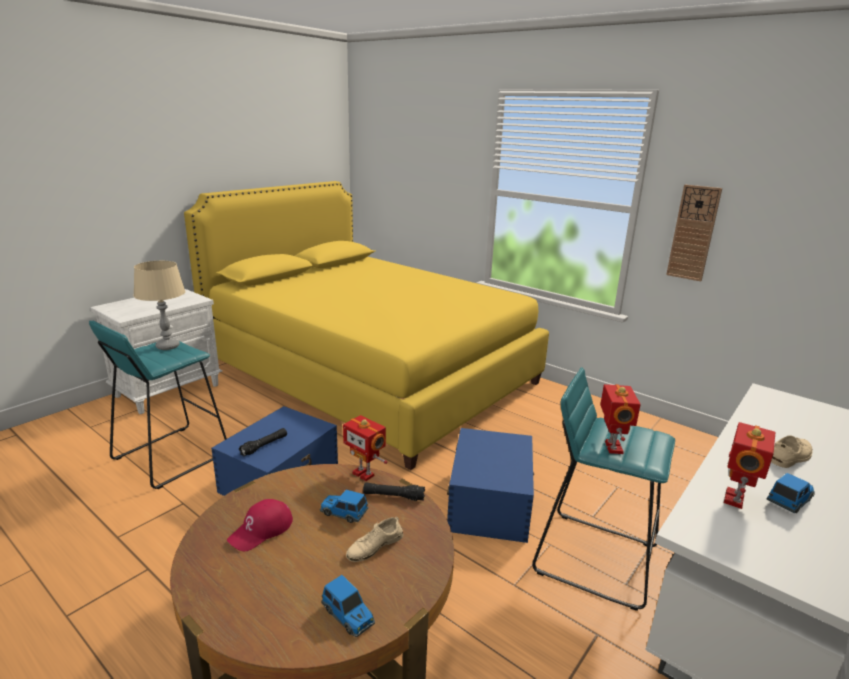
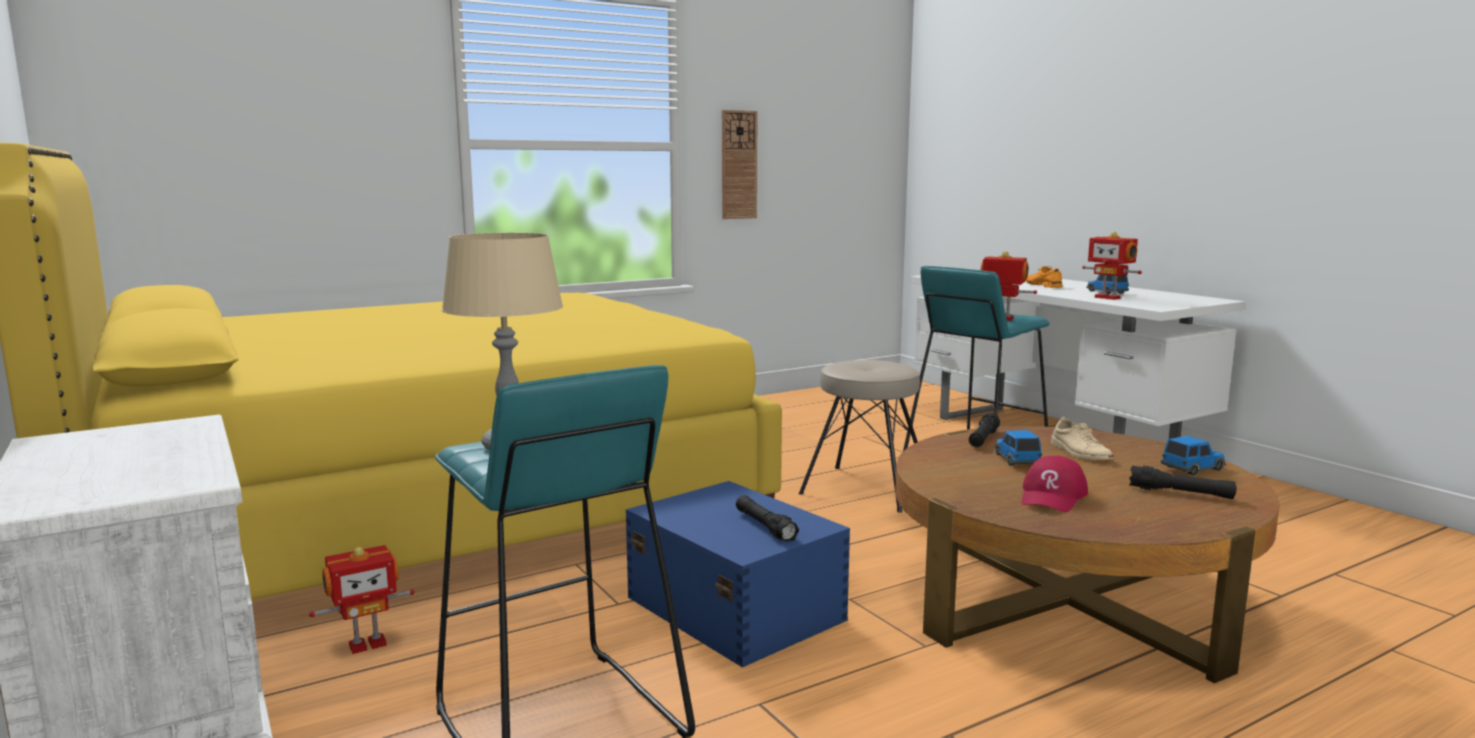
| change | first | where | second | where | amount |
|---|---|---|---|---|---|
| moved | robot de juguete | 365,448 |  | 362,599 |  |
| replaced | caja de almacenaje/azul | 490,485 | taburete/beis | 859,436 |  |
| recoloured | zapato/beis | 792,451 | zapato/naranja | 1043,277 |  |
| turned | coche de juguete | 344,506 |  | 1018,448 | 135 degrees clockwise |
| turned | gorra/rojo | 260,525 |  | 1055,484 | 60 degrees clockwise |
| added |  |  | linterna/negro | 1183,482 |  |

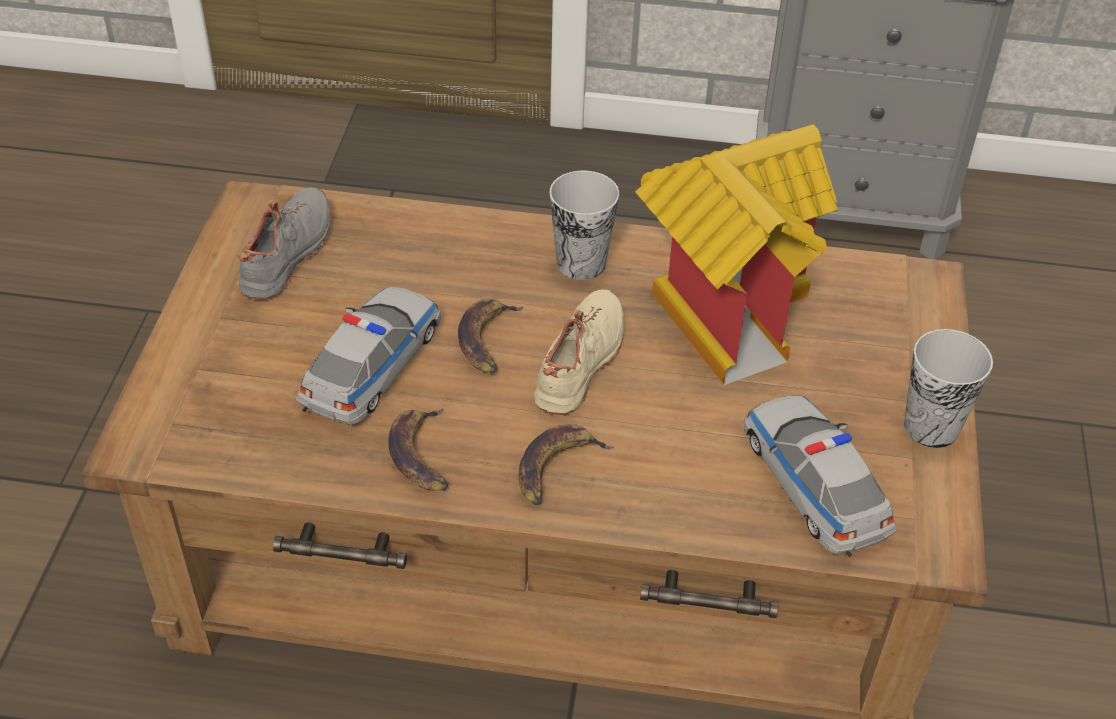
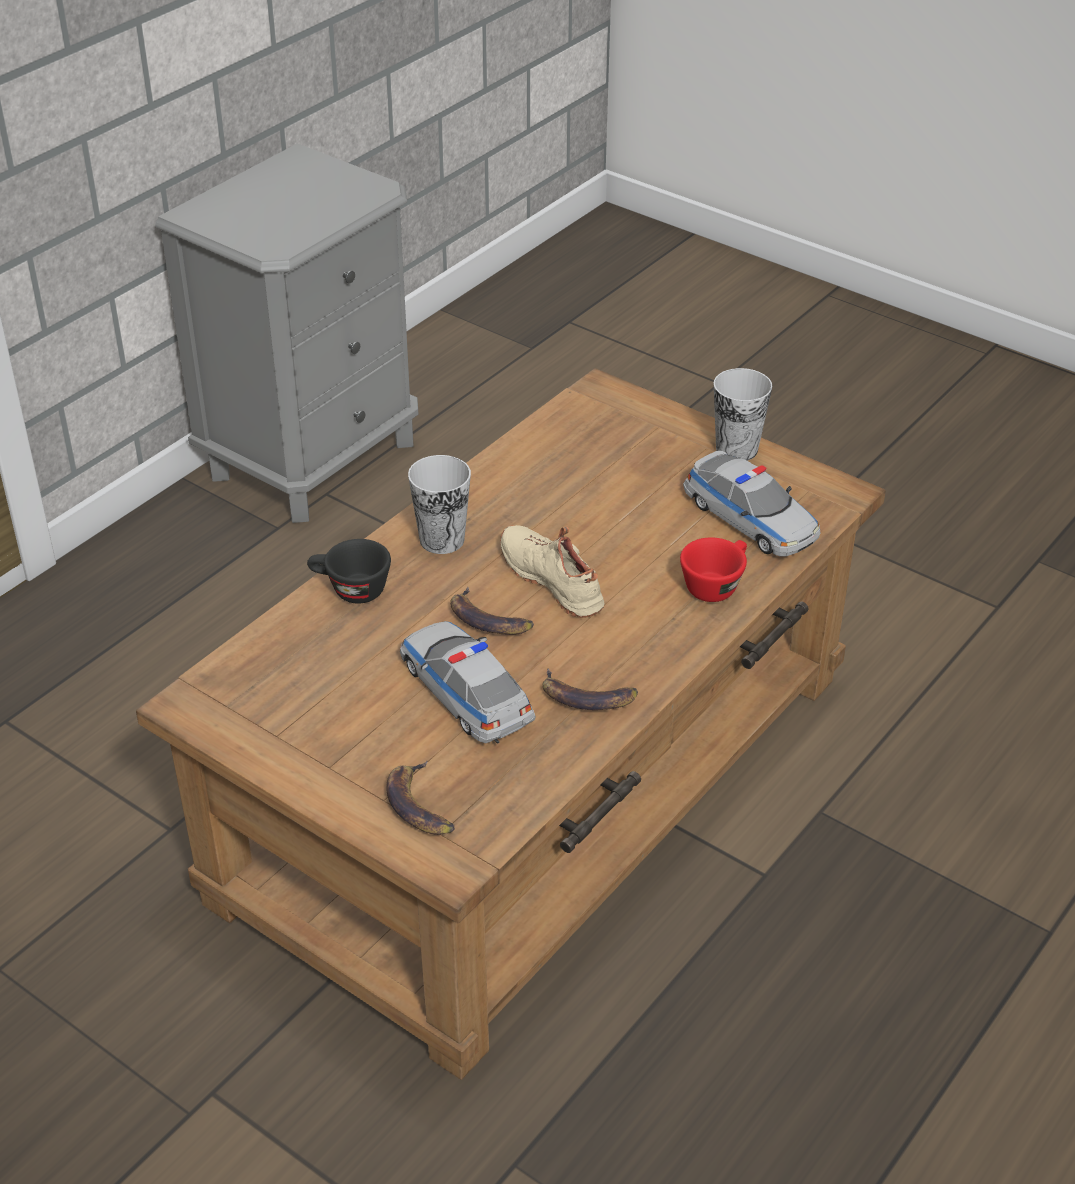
| change | first | where | second | where | amount |
|---|---|---|---|---|---|
| removed | casita | 736,254 |  |  |  |
| removed | zapato/gris | 284,243 |  |  |  |
| turned | coche de juguete | 820,476 |  | 752,504 | 135 degrees counterclockwise |
| moved | plátano | 566,464 |  | 420,798 |  |
| added |  |  | taza/rojo | 713,570 |  |
| added |  |  | taza/negro | 349,571 |  |

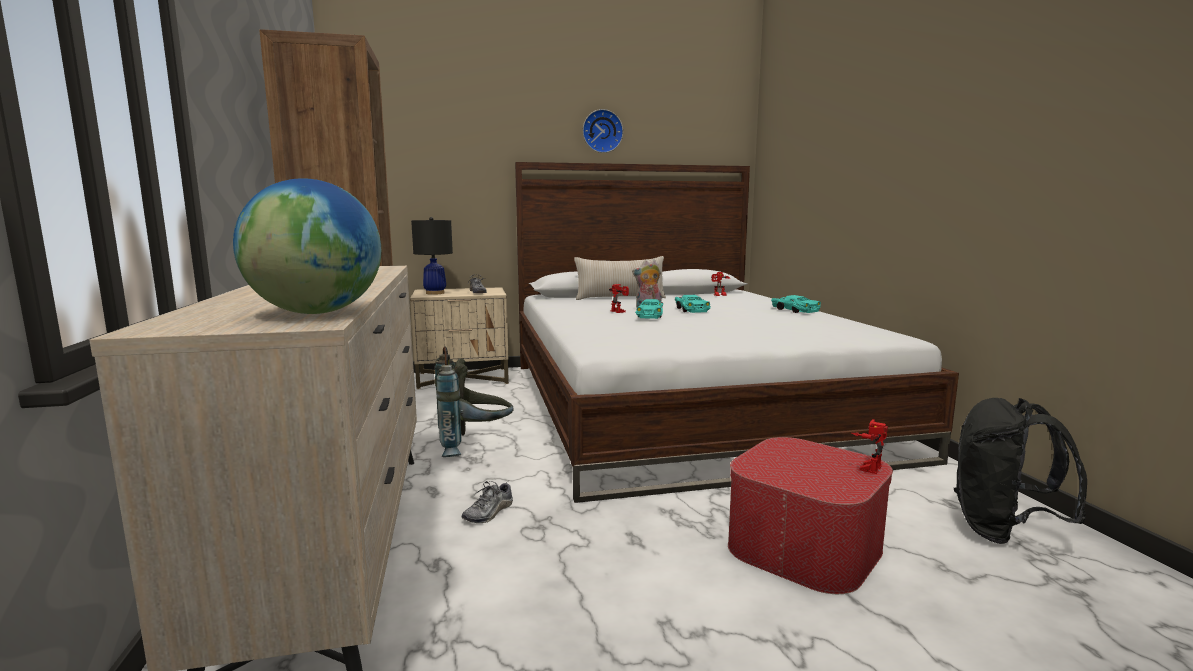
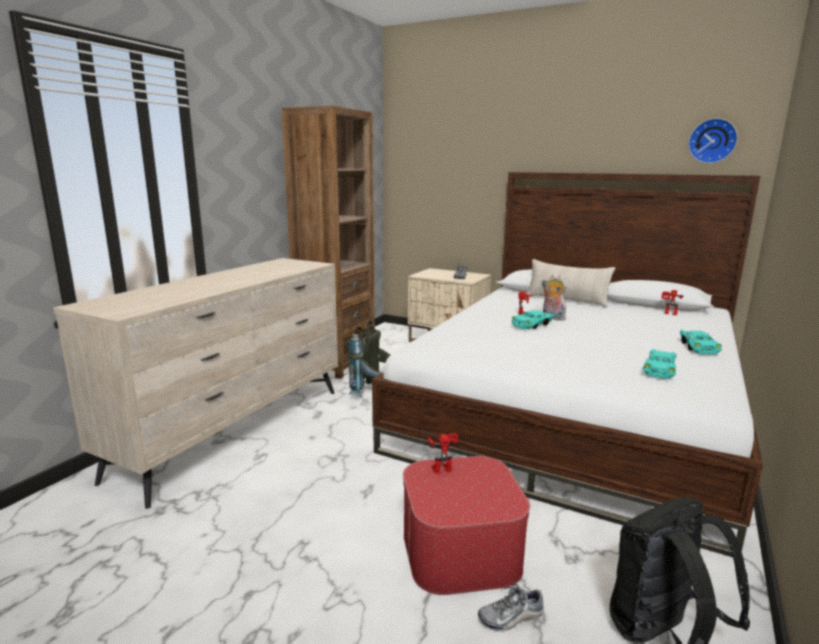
| change | first | where | second | where | amount |
|---|---|---|---|---|---|
| moved | reloj de pared | 603,131 |  | 713,141 |  |
| removed | globo terráqueo | 307,246 |  |  |  |
| removed | lámpara de mesa/negro | 432,256 |  |  |  |
| moved | coche de juguete/turquesa | 693,304 |  | 659,364 |  |
| moved | robot de juguete | 870,446 |  | 443,453 |  |
| moved | zapato | 487,502 |  | 511,607 |  |

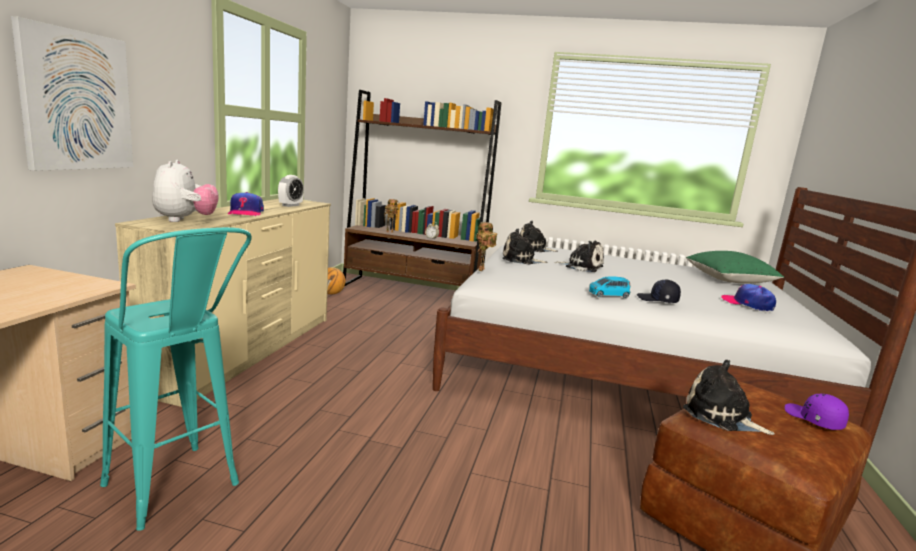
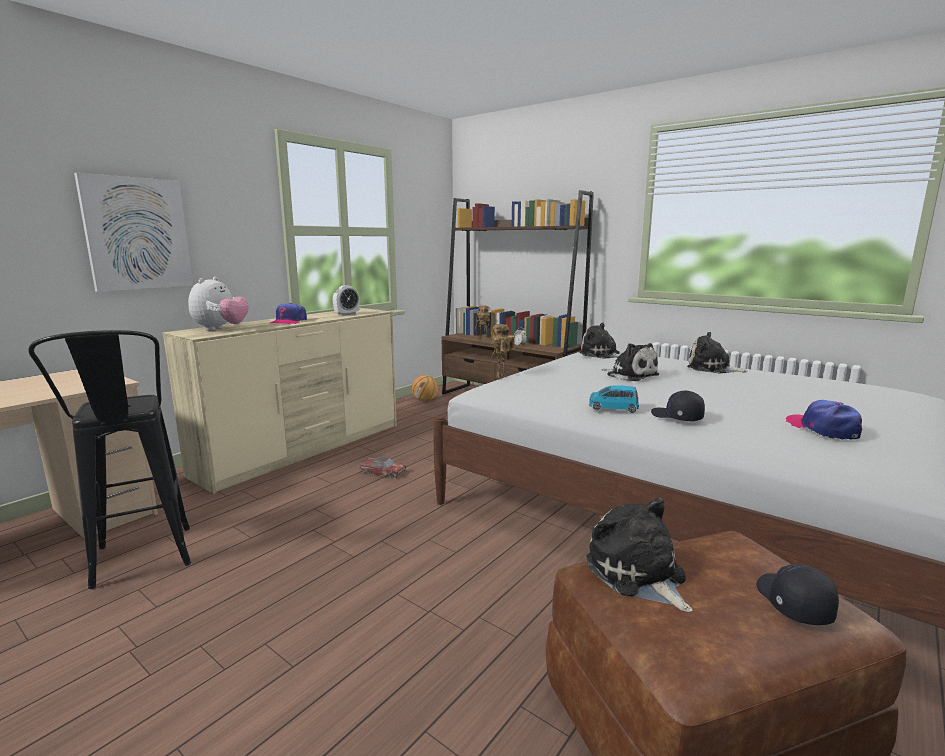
| change | first | where | second | where | amount |
|---|---|---|---|---|---|
| recoloured | taburete/turquesa | 176,379 | taburete/negro | 109,459 |  |
| moved | peluche | 525,246 |  | 717,353 |  |
| removed | cojín/verde | 735,267 |  |  |  |
| recoloured | gorra/morado | 817,412 | gorra/negro | 797,594 |  |
| added |  |  | coche de juguete | 383,467 |  |

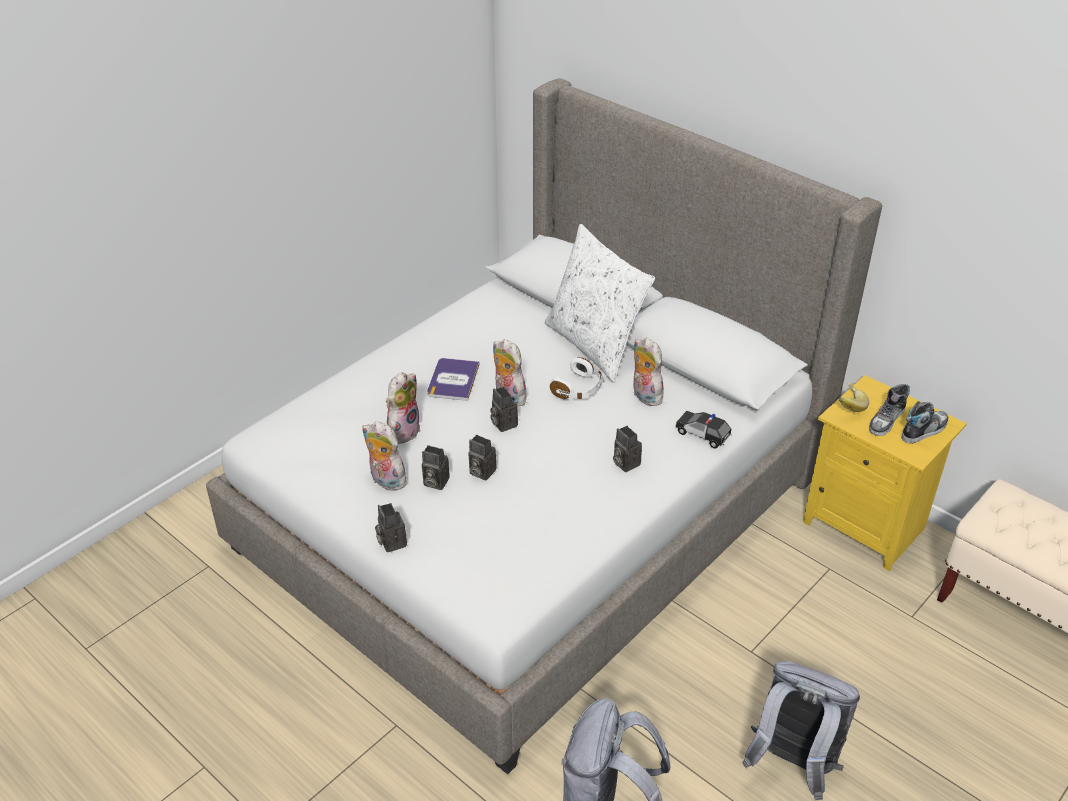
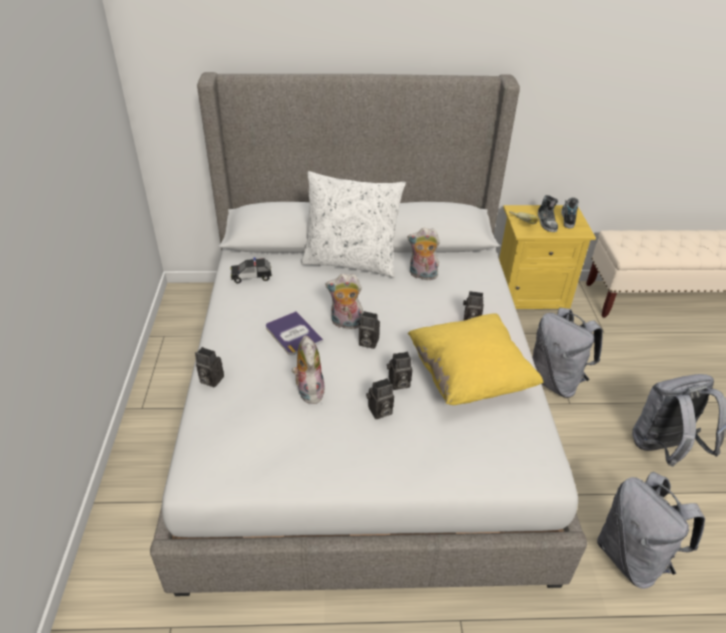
| change | first | where | second | where | amount |
|---|---|---|---|---|---|
| removed | auriculares/blanco | 577,378 |  |  |  |
| moved | coche de juguete | 703,429 |  | 251,270 |  |
| removed | peluche | 384,456 |  |  |  |
| moved | cámara | 391,527 |  | 209,367 |  |
| added |  |  | mochila/gris | 567,353 |  |
| added |  |  | cojín/amarillo | 475,359 |  |

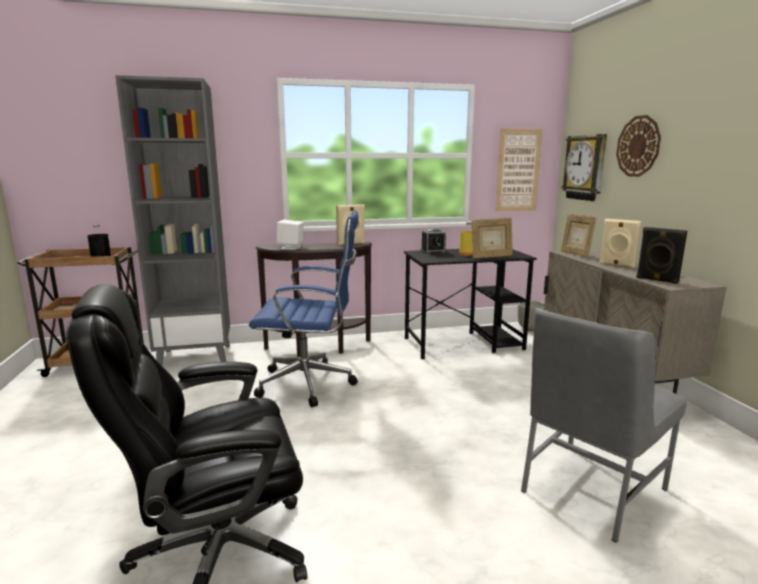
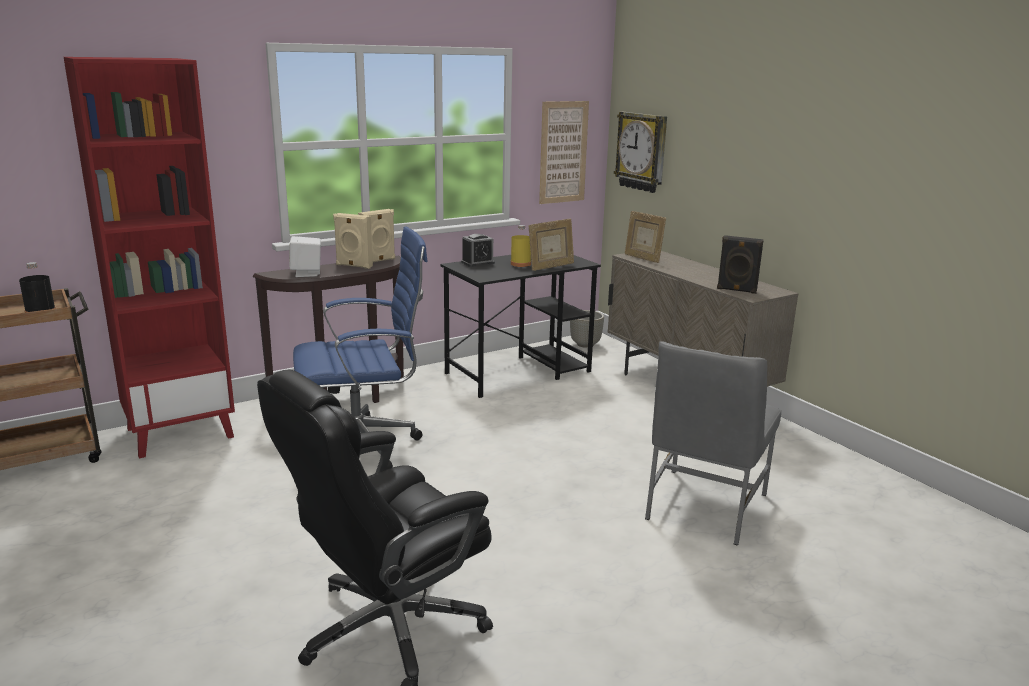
| change | first | where | second | where | amount |
|---|---|---|---|---|---|
| recoloured | estantería/gris | 172,220 | estantería/rojo | 149,258 |  |
| removed | reloj de pared | 638,146 |  |  |  |
| moved | altavoz/beis | 620,243 |  | 353,241 |  |

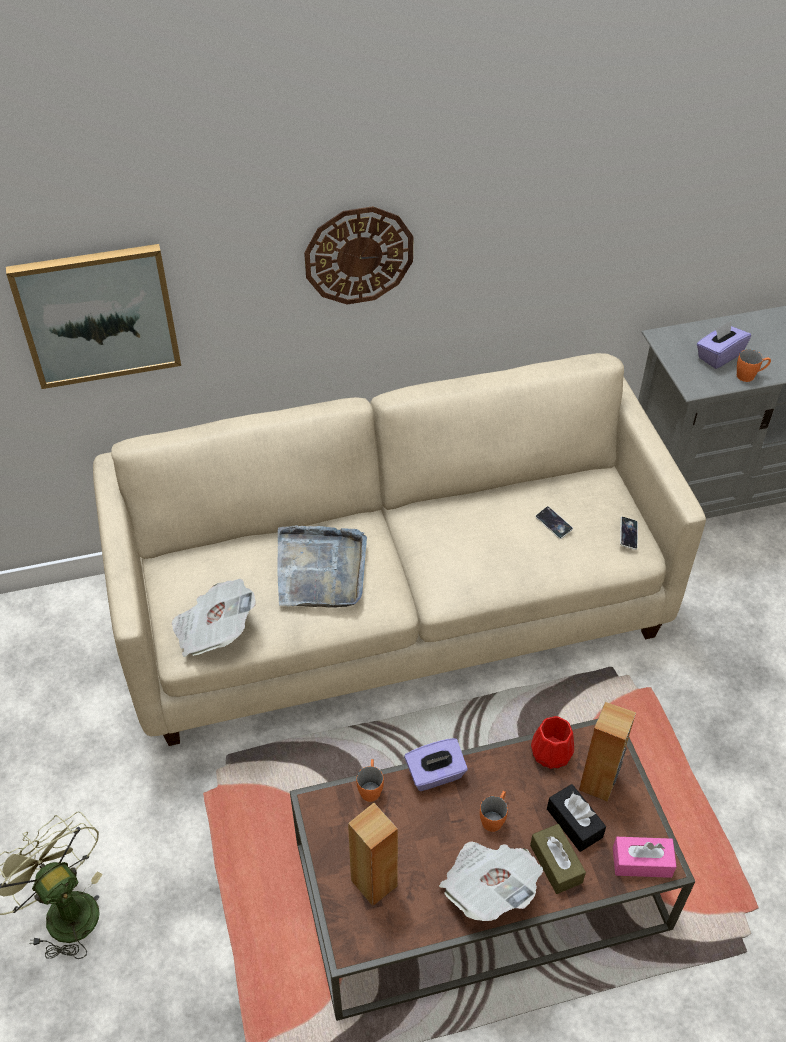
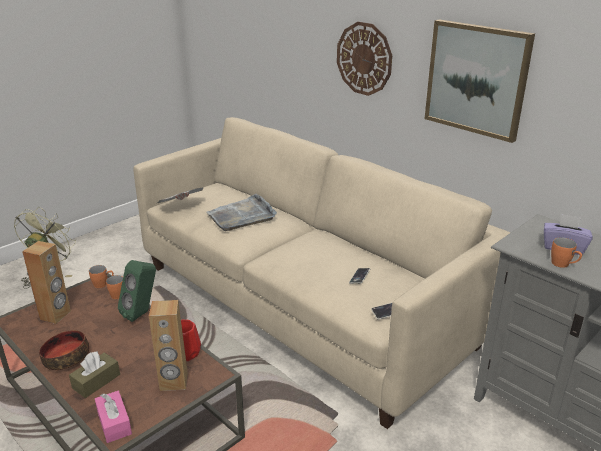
| change | first | where | second | where | amount |
|---|---|---|---|---|---|
| moved | cuadro | 93,316 |  | 480,81 |  |
| replaced | caja de pañuelos/morado | 436,764 | altavoz/verde | 137,291 |  |
| removed | caja de pañuelos/negro | 576,818 |  |  |  |
| moved | taza grande/naranja | 494,811 |  | 101,276 |  |
| replaced | periódico | 491,881 | cuenco | 64,350 |  |

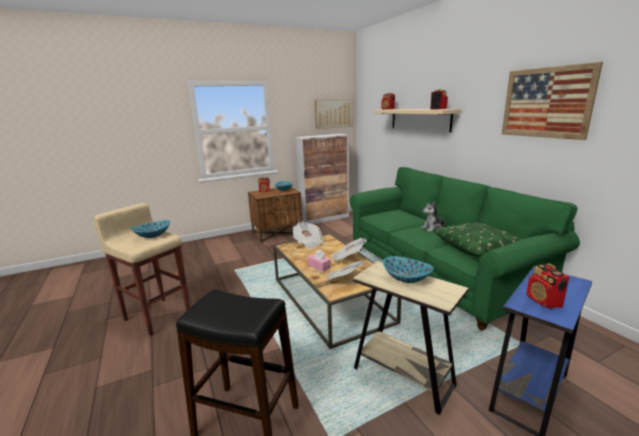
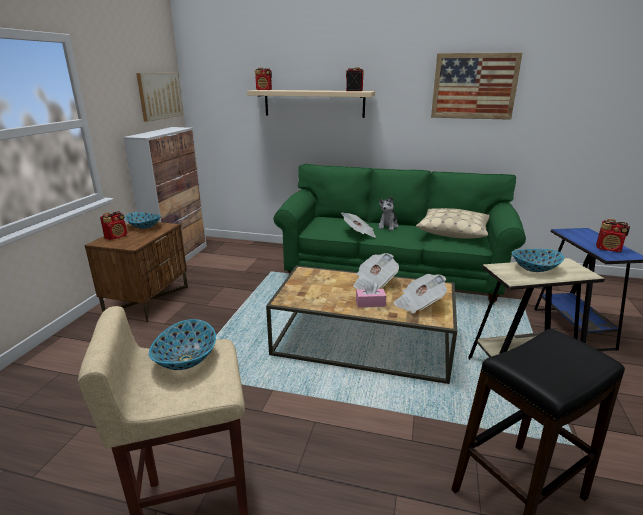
| change | first | where | second | where | amount |
|---|---|---|---|---|---|
| moved | periódico | 308,235 |  | 358,225 |  |
| recoloured | cojín/verde | 477,239 | cojín/beis | 452,223 |  |

